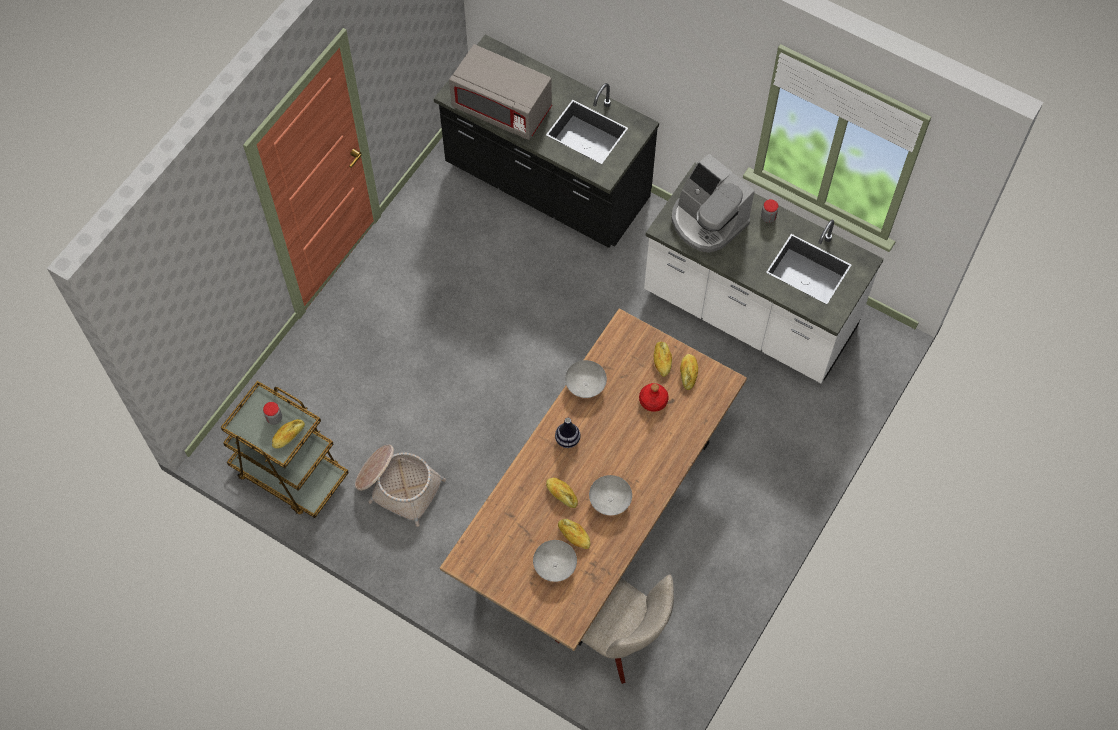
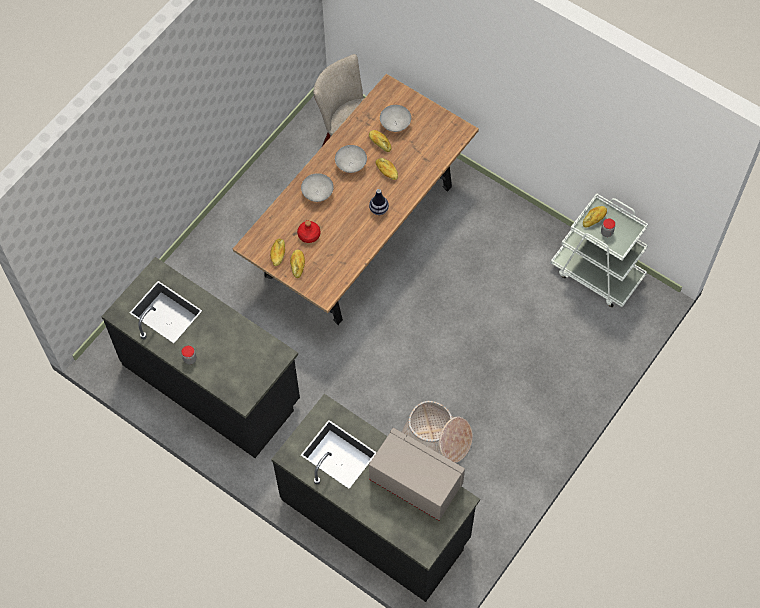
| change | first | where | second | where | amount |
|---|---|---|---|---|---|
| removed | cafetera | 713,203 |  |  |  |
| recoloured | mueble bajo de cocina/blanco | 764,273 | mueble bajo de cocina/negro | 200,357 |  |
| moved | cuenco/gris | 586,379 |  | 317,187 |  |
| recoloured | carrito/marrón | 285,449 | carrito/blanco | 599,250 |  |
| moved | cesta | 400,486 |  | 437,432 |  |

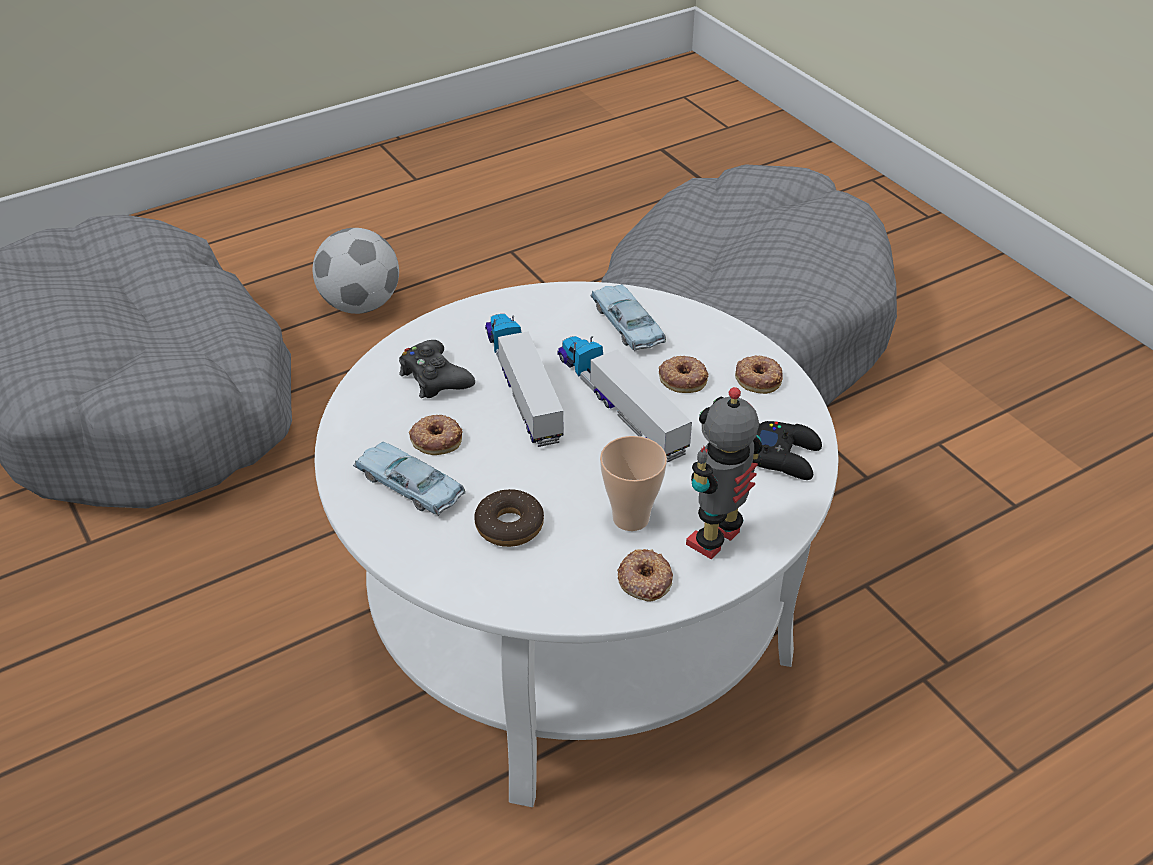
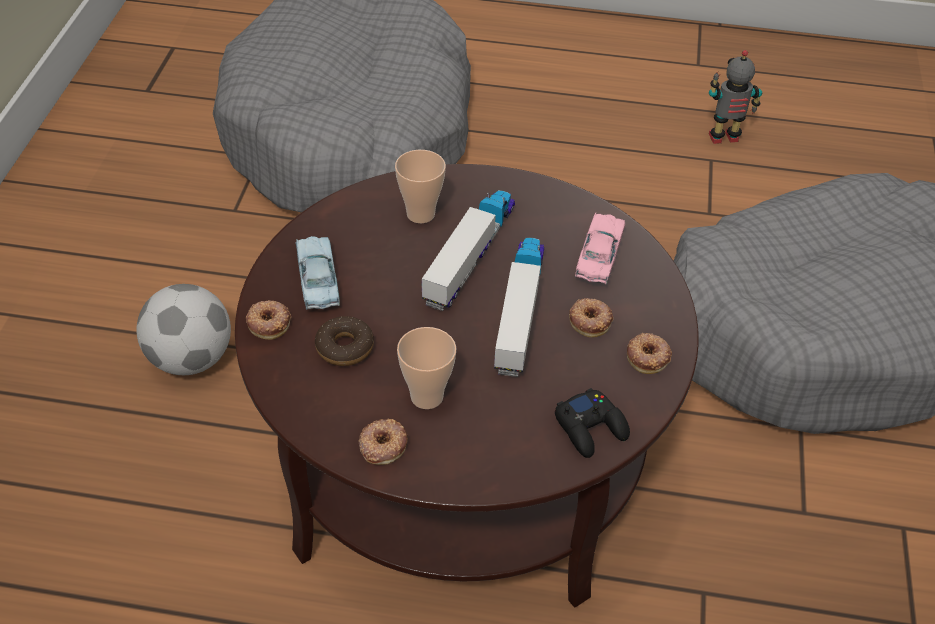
| change | first | where | second | where | amount |
|---|---|---|---|---|---|
| moved | balón de fútbol | 356,271 |  | 183,329 |  |
| recoloured | mesa de centro/blanco | 577,544 | mesa de centro/marrón | 467,386 |  |
| recoloured | coche de juguete/azul | 628,317 | coche de juguete/rosa | 600,248 |  |
| replaced | mando de consola/negro | 437,369 | taza | 420,186 |  |
| moved | robot de juguete | 724,473 |  | 735,97 |  |
| moved | rosquilla | 436,435 |  | 268,320 |  |

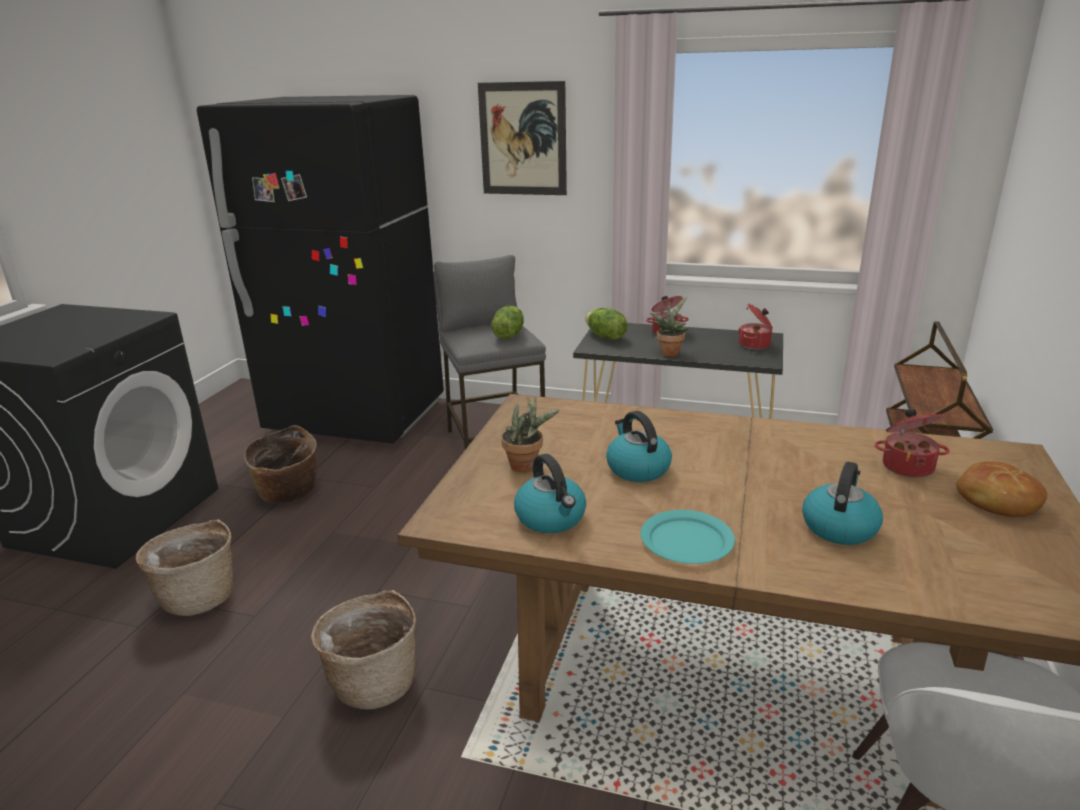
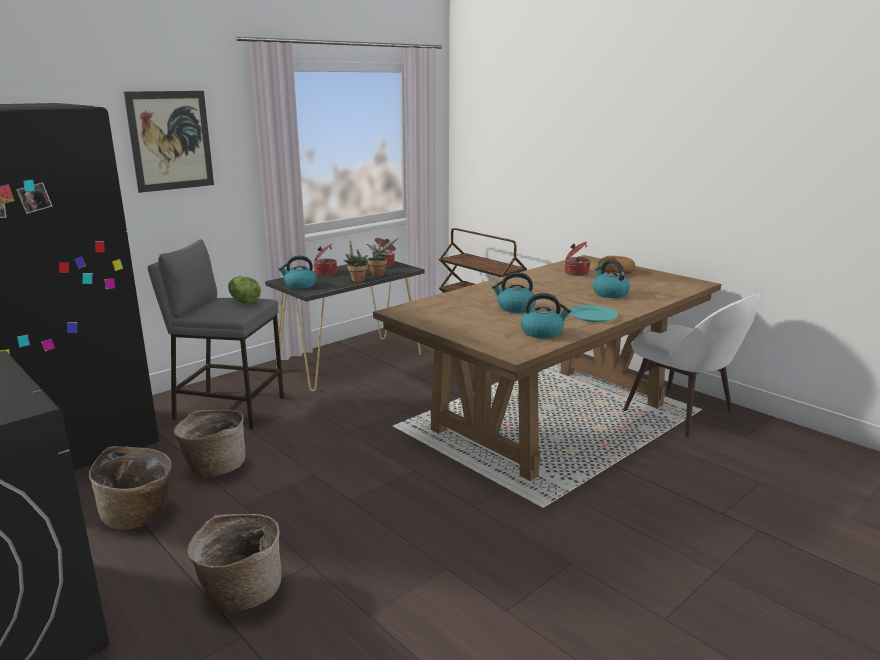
| change | first | where | second | where | amount |
|---|---|---|---|---|---|
| replaced | lechuga | 606,324 | hervidor | 298,272 |  |
| moved | planta en maceta | 530,434 |  | 382,257 |  |
| moved | cesta | 363,649 |  | 210,444 |  |

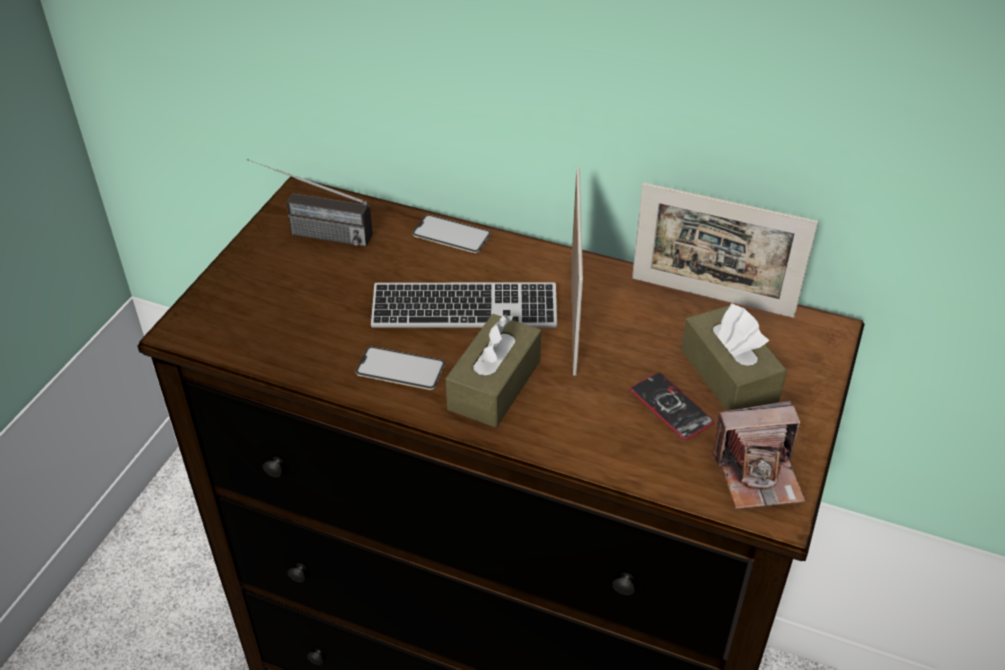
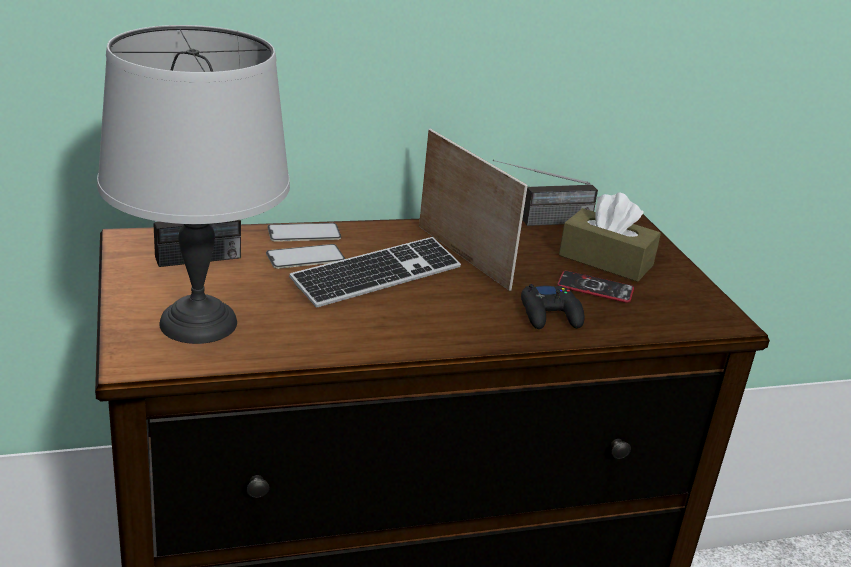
| change | first | where | second | where | amount |
|---|---|---|---|---|---|
| replaced | portarretratos | 725,250 | radio | 545,193 |  |
| removed | caja de pañuelos/marrón | 493,371 |  |  |  |
| moved | móvil | 400,368 |  | 305,256 |  |
| removed | cámara | 758,455 |  |  |  |
| added |  |  | lámpara de mesa/gris | 193,184 |  |
| added |  |  | mando de consola/negro | 553,306 |  |

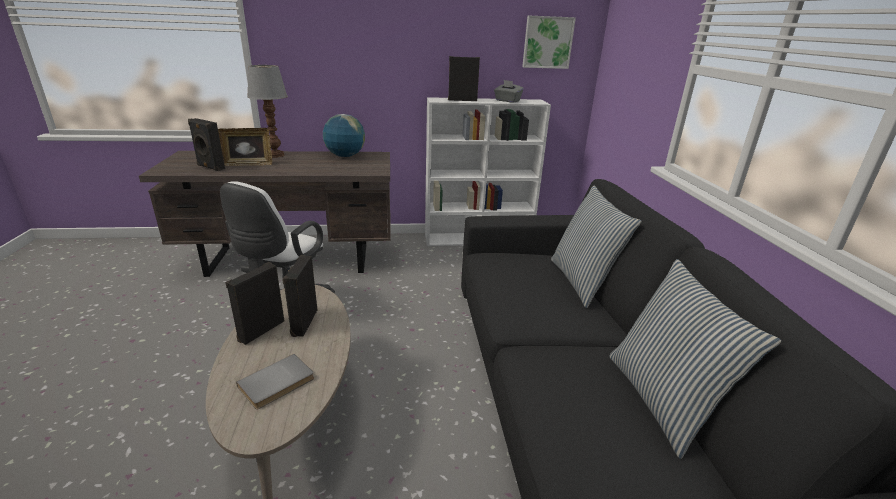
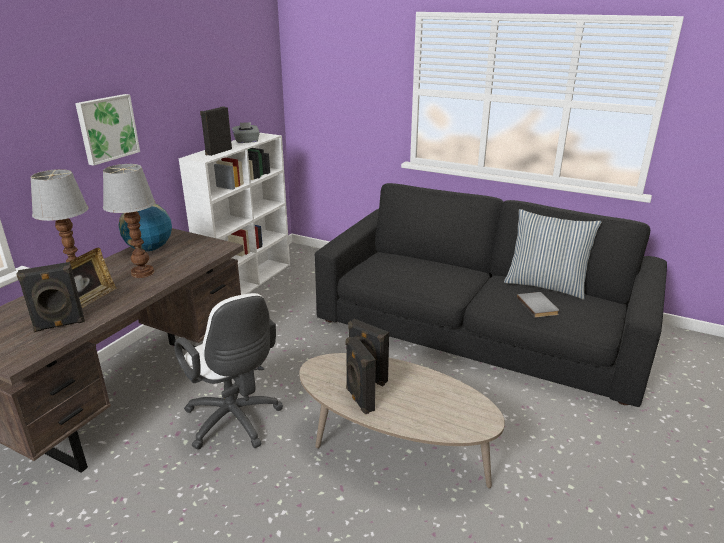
| change | first | where | second | where | amount |
|---|---|---|---|---|---|
| moved | cuadro | 549,42 |  | 107,130 |  |
| removed | cojín | 596,246 |  |  |  |
| moved | libro/gris | 275,381 |  | 538,305 |  |
| added |  |  | lámpara de mesa | 129,221 |  |

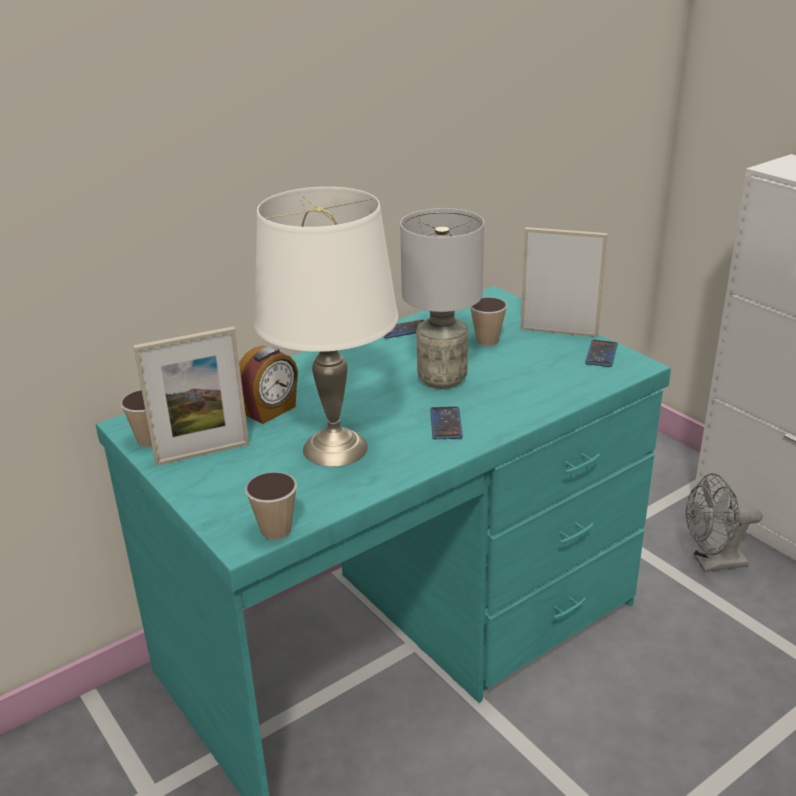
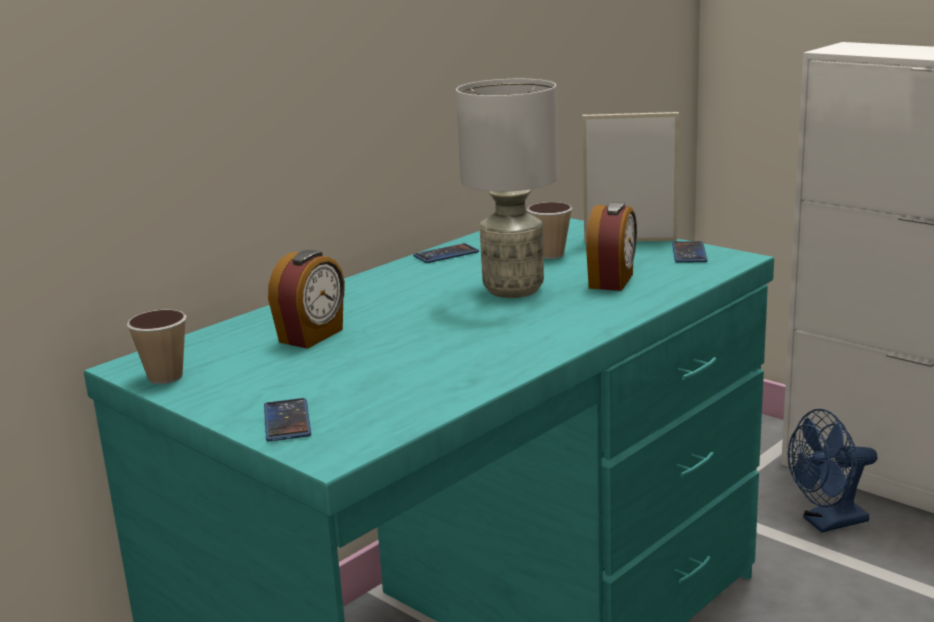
| change | first | where | second | where | amount |
|---|---|---|---|---|---|
| removed | lámpara de mesa/blanco | 326,327 |  |  |  |
| removed | portarretratos | 191,396 |  |  |  |
| moved | móvil | 446,422 |  | 287,419 |  |
| removed | taza | 271,506 |  |  |  |
| recoloured | ventilador/gris | 724,522 | ventilador/azul | 832,471 |  |
| added |  |  | despertador | 611,246 |  |

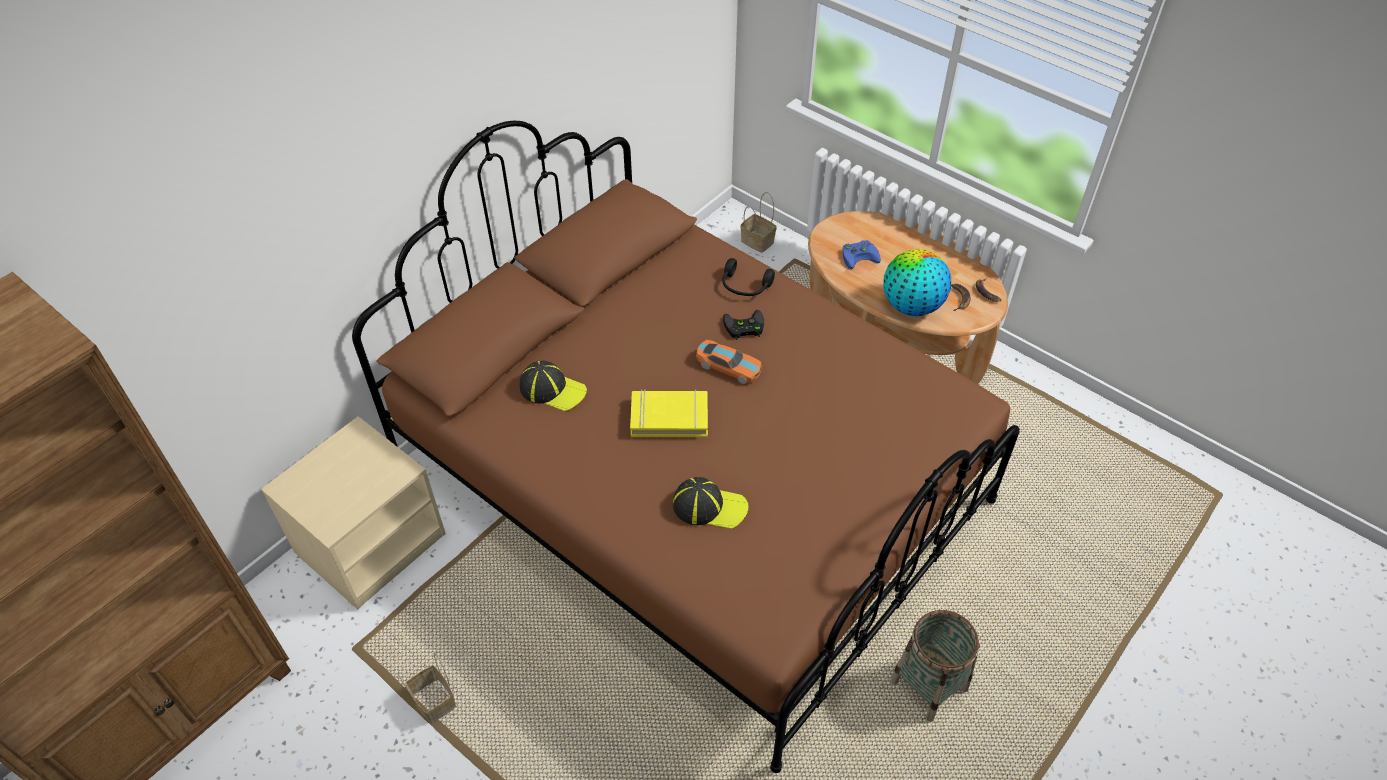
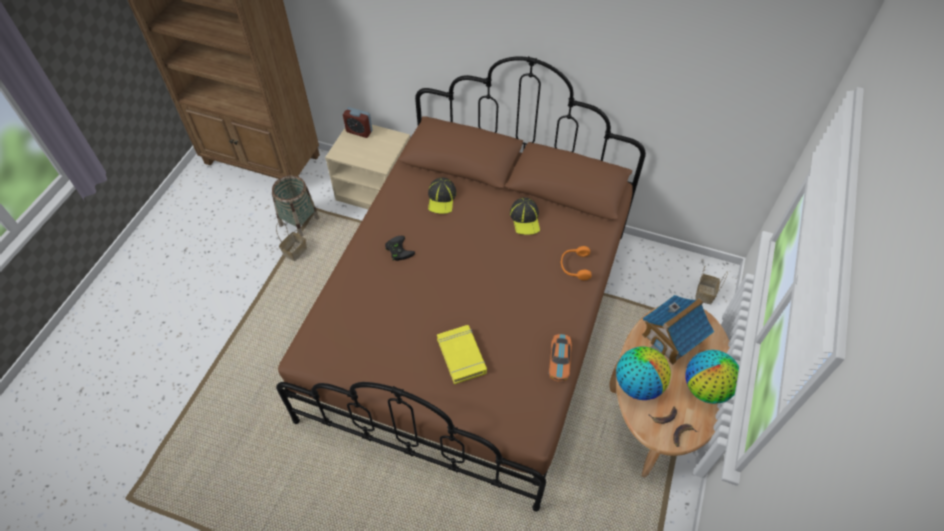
| change | first | where | second | where | amount |
|---|---|---|---|---|---|
| replaced | mando de consola/azul | 862,254 | casita | 678,330 |  |
| recoloured | auriculares/negro | 748,277 | auriculares/naranja | 576,263 |  |
| moved | mando de consola/negro | 743,325 |  | 400,248 |  |
| moved | coche de juguete | 729,362 |  | 560,358 |  |
| moved | libro/amarillo | 669,413 |  | 462,354 |  |
| moved | gorra | 711,503 |  | 525,216 |  |
| moved | cesta | 935,666 |  | 296,206 |  |
| added |  |  | despertador | 357,122 |  |
| added |  |  | globo terráqueo | 712,377 |  |

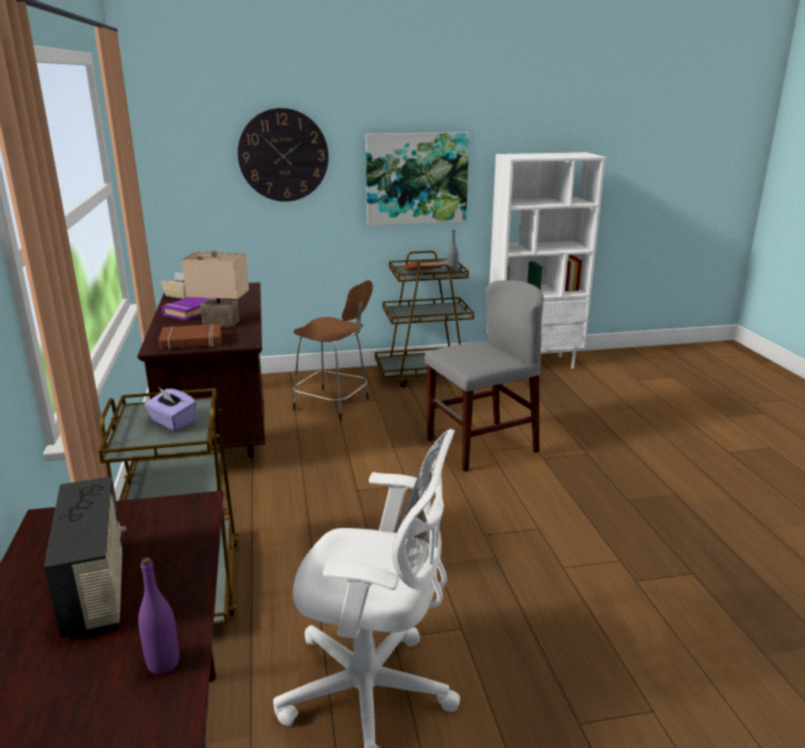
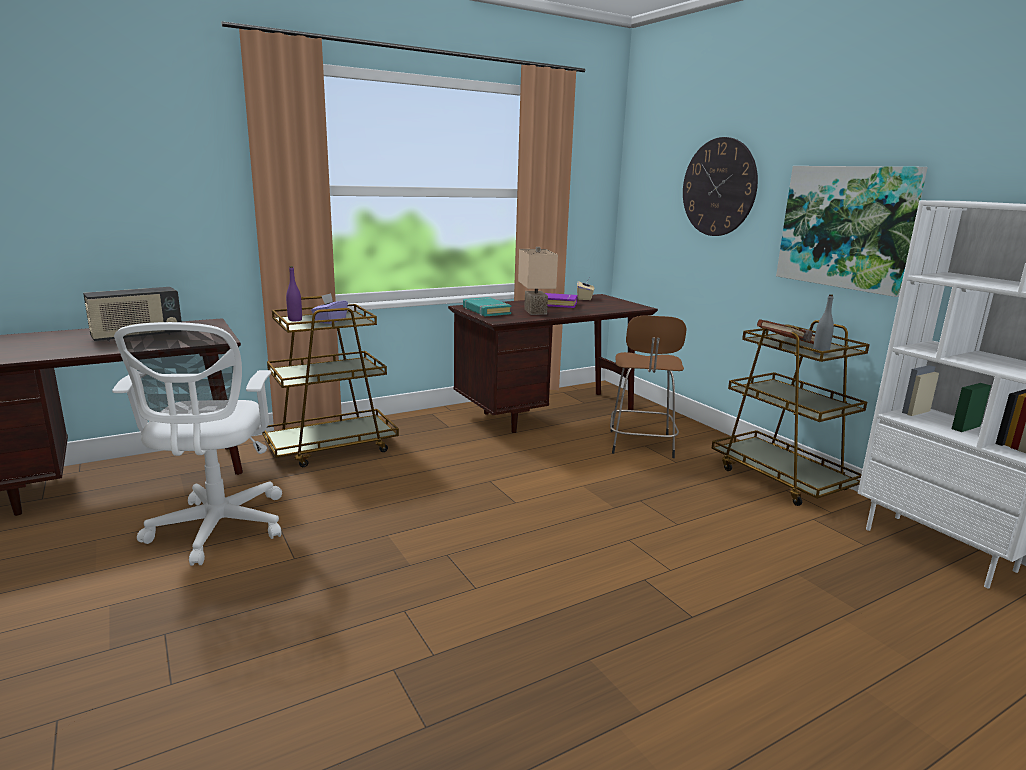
| change | first | where | second | where | amount |
|---|---|---|---|---|---|
| removed | silla/gris | 484,376 |  |  |  |
| recoloured | libro/marrón | 190,337 | libro/turquesa | 487,306 |  |
| moved | botella/morado | 158,615 |  | 294,293 |  |

